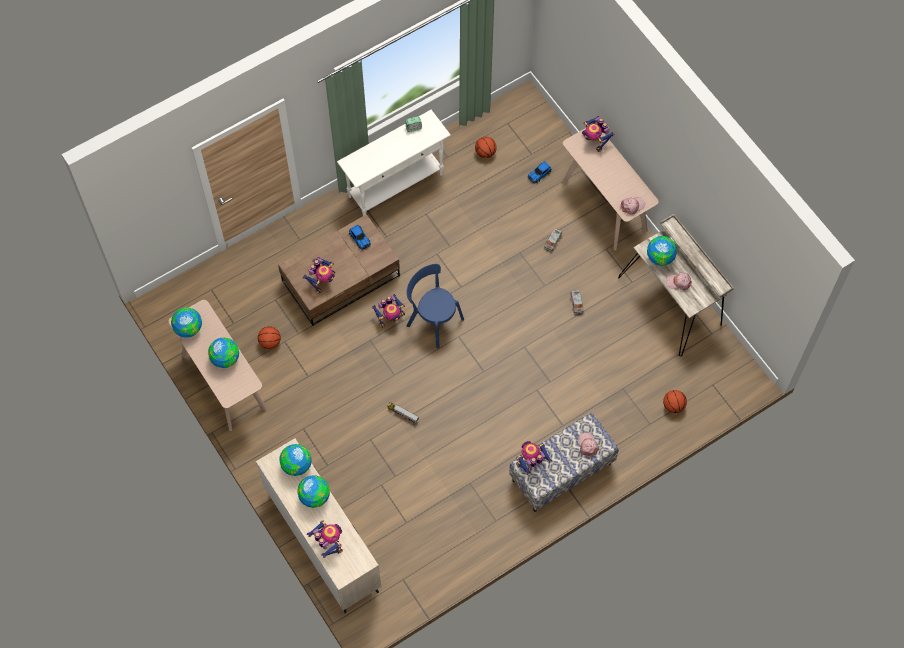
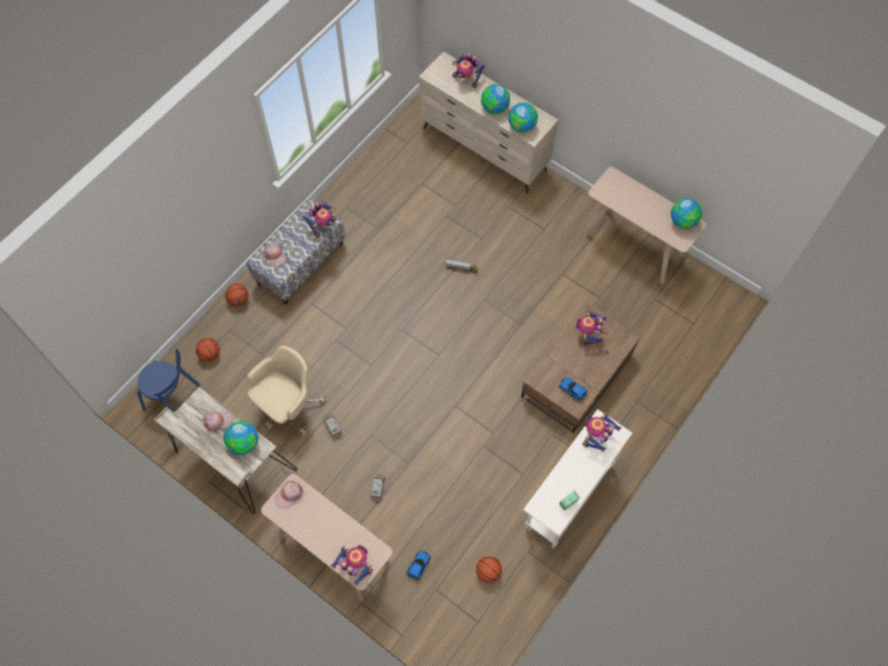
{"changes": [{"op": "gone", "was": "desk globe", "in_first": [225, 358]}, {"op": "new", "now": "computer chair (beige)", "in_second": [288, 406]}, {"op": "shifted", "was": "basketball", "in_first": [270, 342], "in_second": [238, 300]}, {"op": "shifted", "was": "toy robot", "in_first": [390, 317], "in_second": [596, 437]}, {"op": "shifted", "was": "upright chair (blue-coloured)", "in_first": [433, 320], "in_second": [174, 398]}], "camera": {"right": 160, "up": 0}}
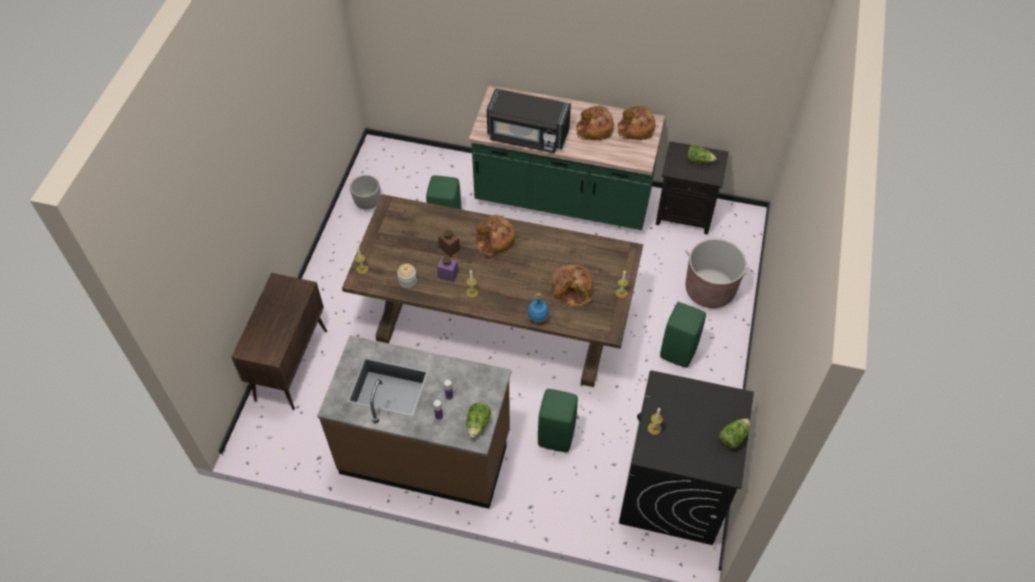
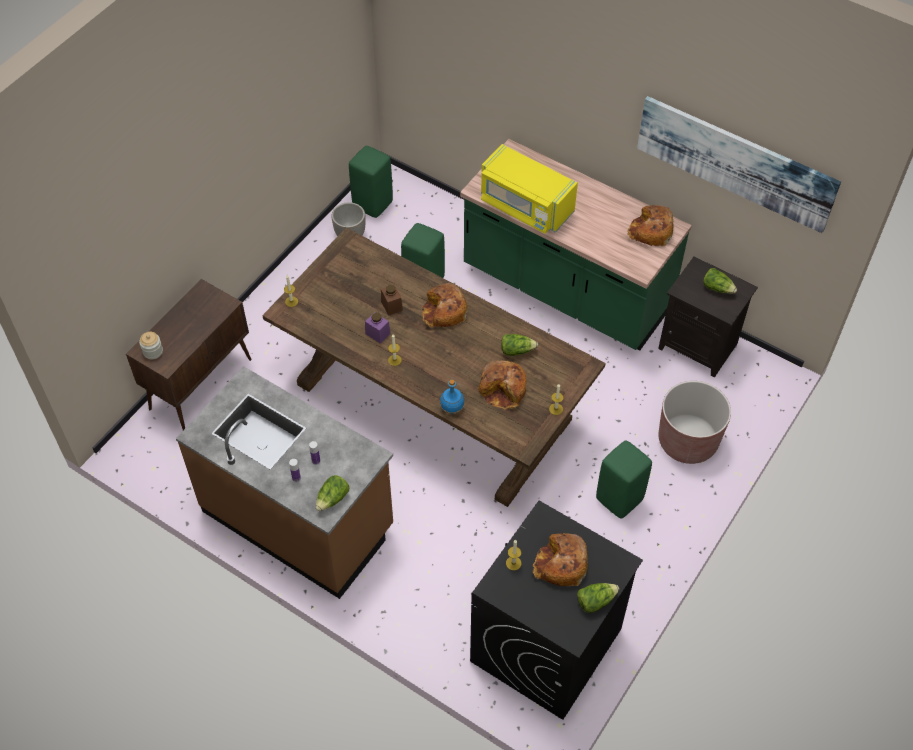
{"changes": [{"op": "new", "now": "lettuce", "in_second": [517, 350]}, {"op": "new", "now": "wall art", "in_second": [735, 162]}, {"op": "shifted", "was": "jar", "in_first": [407, 281], "in_second": [153, 351]}, {"op": "shifted", "was": "stool seat (green-coloured)", "in_first": [555, 437], "in_second": [372, 204]}, {"op": "shifted", "was": "bakery bread", "in_first": [594, 129], "in_second": [560, 564]}, {"op": "repainted", "was": "microwave (black-coloured)", "now": "microwave (yellow)", "in_first": [527, 135], "in_second": [525, 206]}], "camera": {"right": 20, "up": 0}}
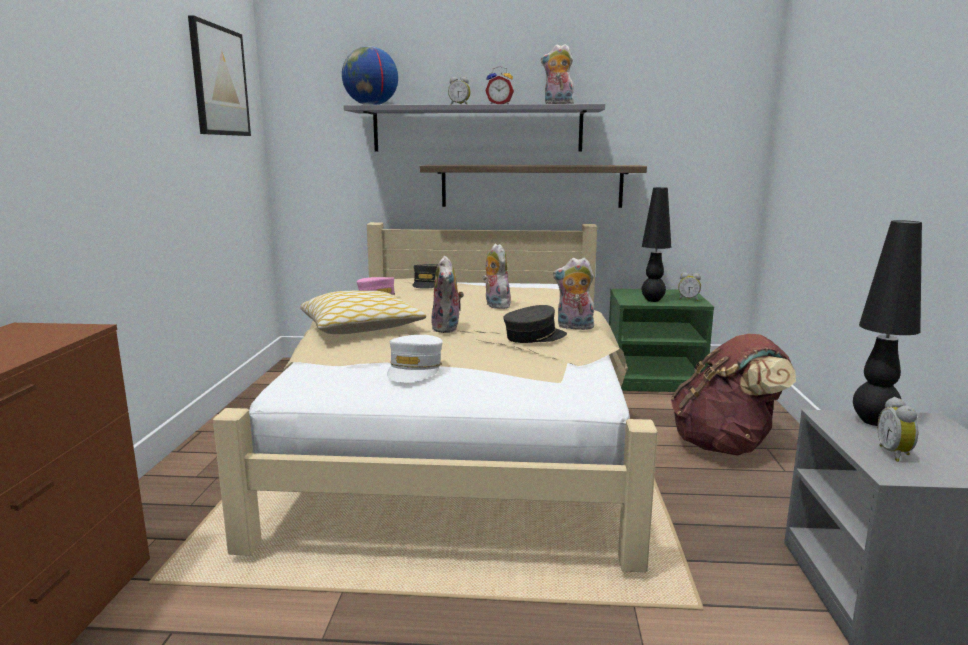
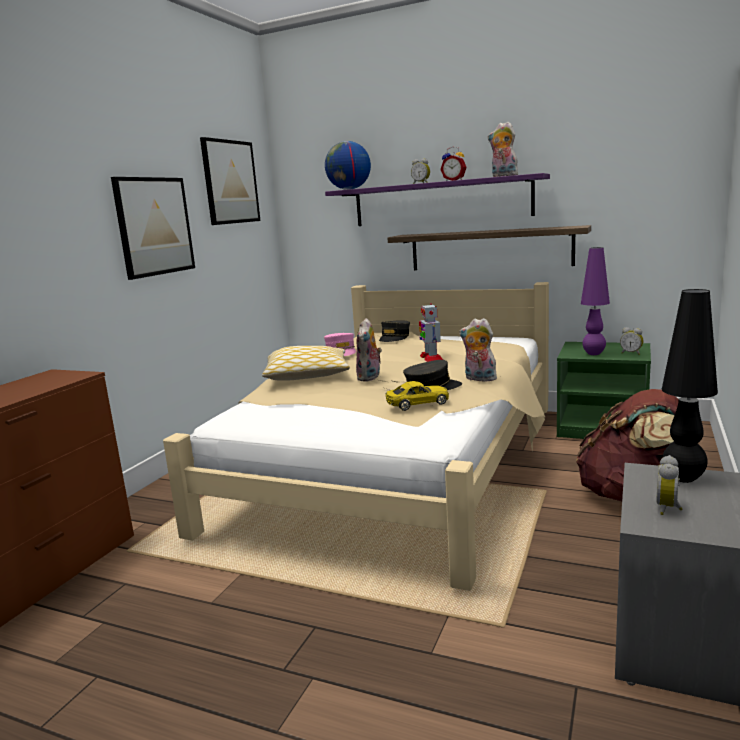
{"changes": [{"op": "gone", "was": "cap (whitish)", "in_first": [414, 369]}, {"op": "new", "now": "wall art", "in_second": [154, 226]}, {"op": "new", "now": "toy car (yellow)", "in_second": [417, 403]}, {"op": "swapped", "was": "cuddly toy", "now": "toy robot", "in_first": [495, 305], "in_second": [431, 358]}, {"op": "repainted", "was": "shelf (grey)", "now": "shelf (purplish)", "in_first": [477, 129], "in_second": [441, 202]}, {"op": "repainted", "was": "lamp for a table (black-coloured)", "now": "lamp for a table (purplish)", "in_first": [652, 300], "in_second": [593, 354]}], "camera": {"right": 20, "up": 0}}
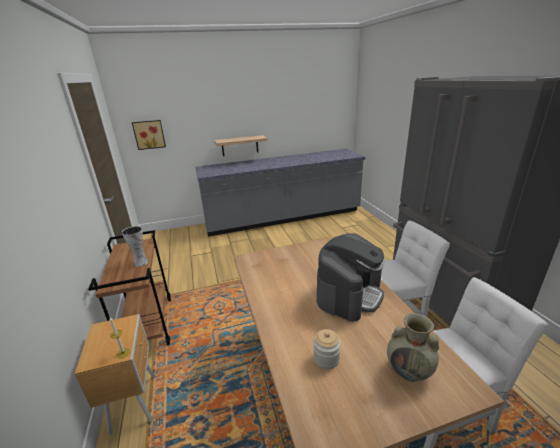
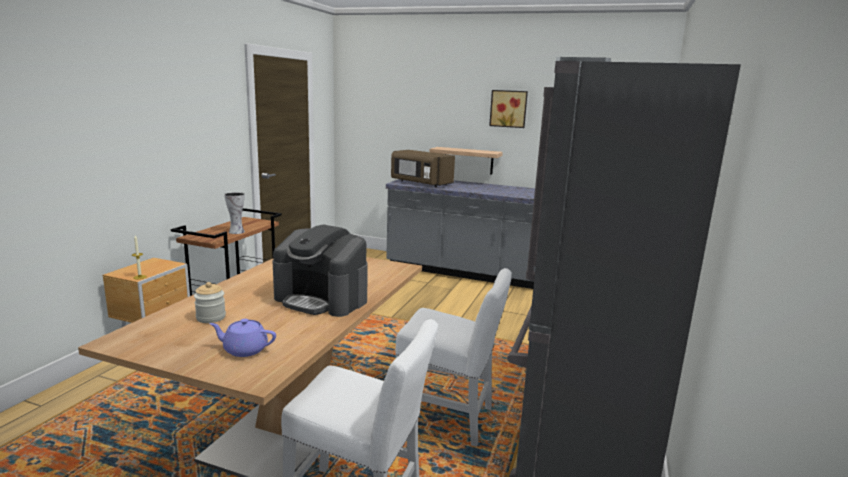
{"changes": [{"op": "new", "now": "microwave (brown)", "in_second": [420, 183]}, {"op": "shifted", "was": "wall art", "in_first": [149, 134], "in_second": [508, 108]}, {"op": "swapped", "was": "flower vase (beige)", "now": "tea pot (purplish)", "in_first": [409, 371], "in_second": [244, 350]}, {"op": "rotated", "was": "coffee maker", "in_first": [349, 294], "in_second": [322, 299], "clockwise": 45}], "camera": {"right": 35, "up": -10}}
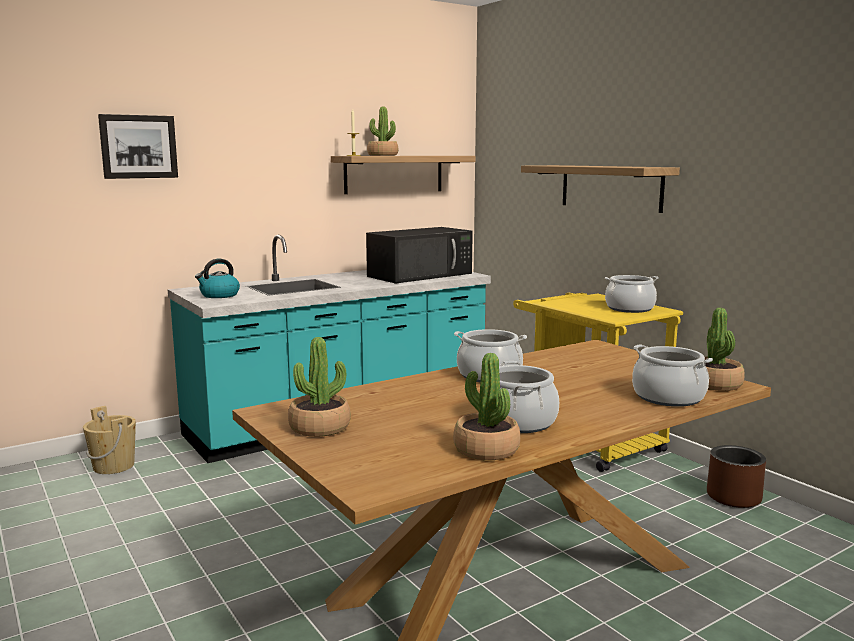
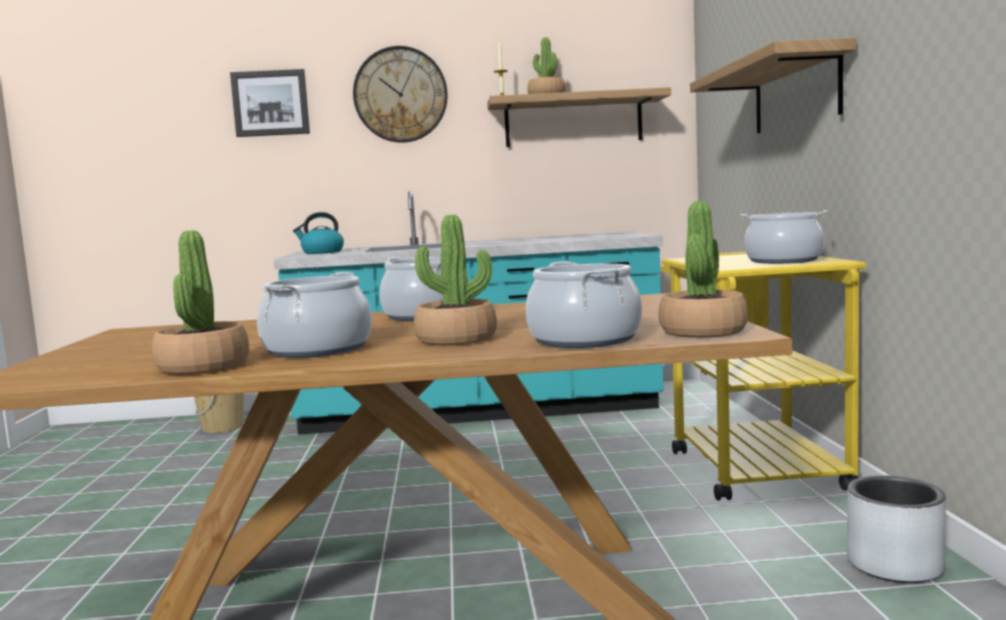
{"changes": [{"op": "gone", "was": "microwave (black-coloured)", "in_first": [421, 274]}, {"op": "new", "now": "hanging clock", "in_second": [400, 95]}, {"op": "shifted", "was": "houseplant", "in_first": [319, 427], "in_second": [456, 339]}, {"op": "repainted", "was": "flower pot (brown)", "now": "flower pot (grey)", "in_first": [733, 497], "in_second": [895, 565]}], "camera": {"right": 30, "up": -5}}
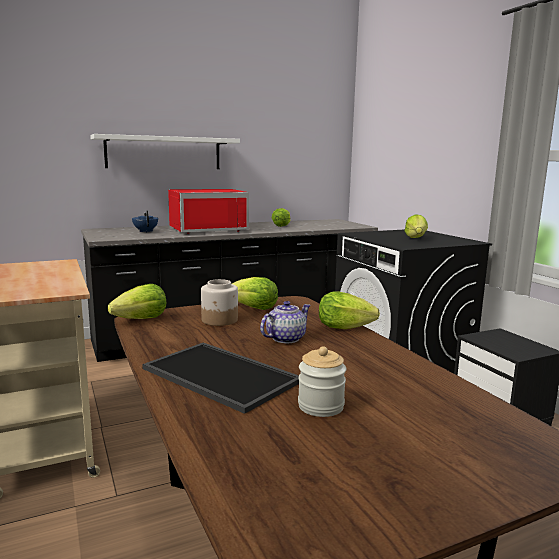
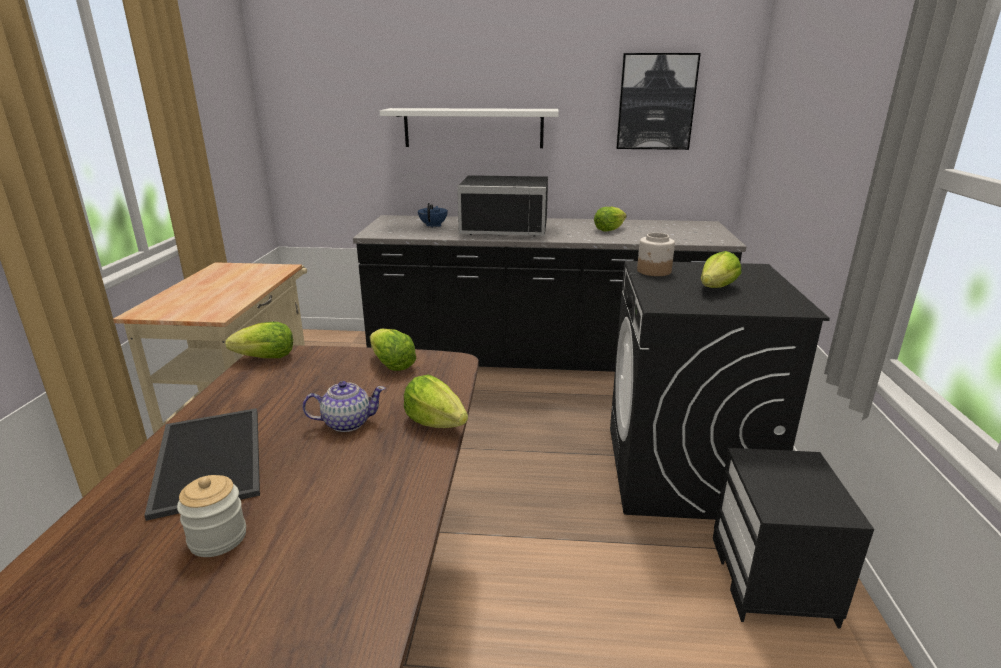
{"changes": [{"op": "new", "now": "wall art", "in_second": [656, 102]}, {"op": "shifted", "was": "jar", "in_first": [220, 320], "in_second": [654, 271]}, {"op": "repainted", "was": "microwave (red)", "now": "microwave (black-coloured)", "in_first": [207, 229], "in_second": [505, 228]}], "camera": {"right": 30, "up": 10}}
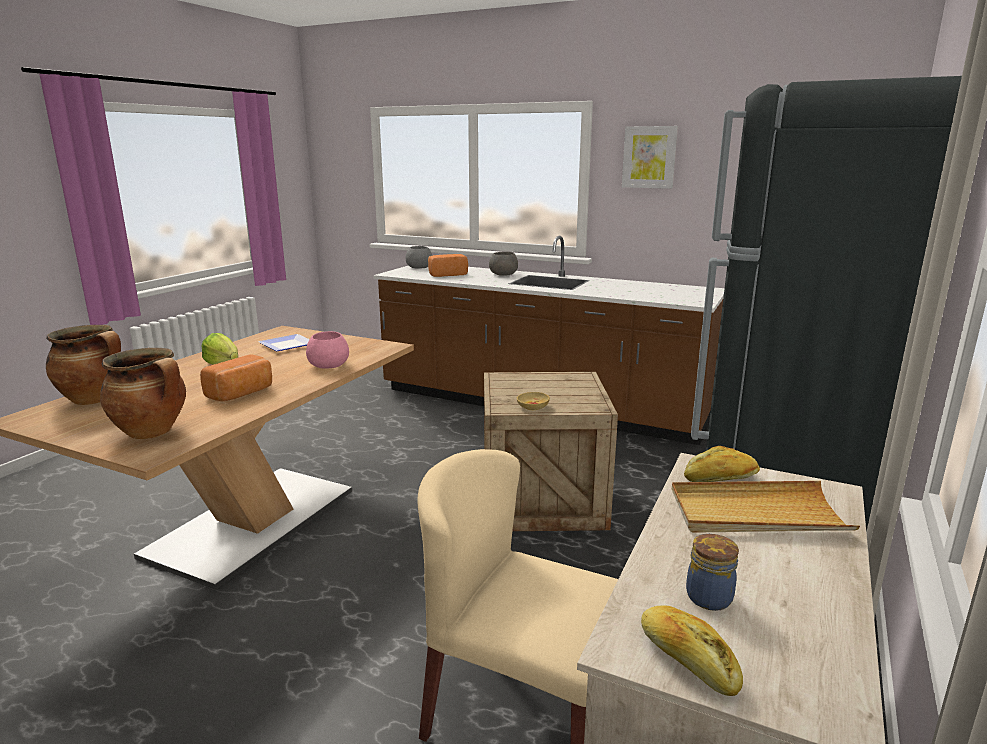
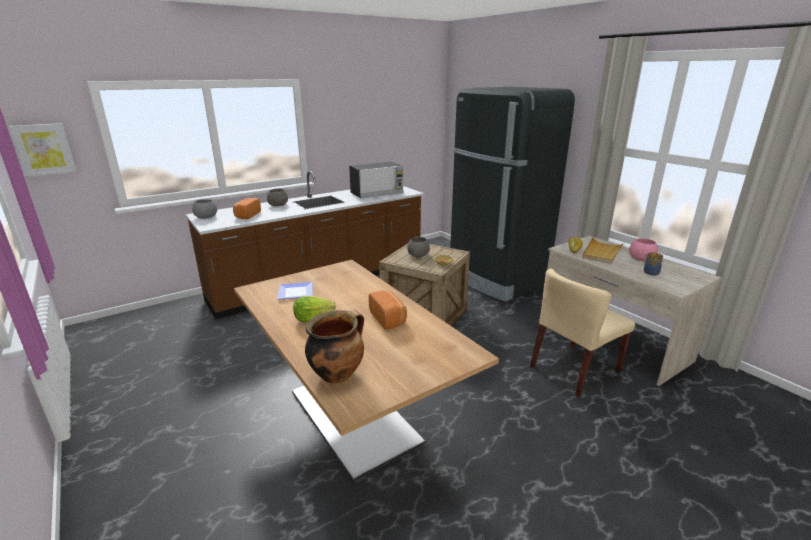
{"changes": [{"op": "gone", "was": "cooking pot", "in_first": [153, 432]}, {"op": "gone", "was": "bakery bread", "in_first": [687, 660]}, {"op": "new", "now": "microwave", "in_second": [377, 193]}, {"op": "new", "now": "deep dish (grey)", "in_second": [418, 255]}, {"op": "shifted", "was": "deep dish (pink)", "in_first": [328, 365], "in_second": [640, 258]}, {"op": "shifted", "was": "wall art", "in_first": [649, 157], "in_second": [44, 149]}], "camera": {"right": -60, "up": 5}}
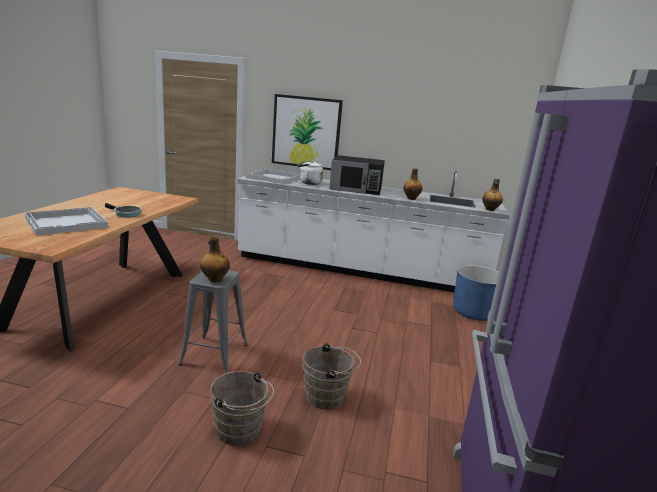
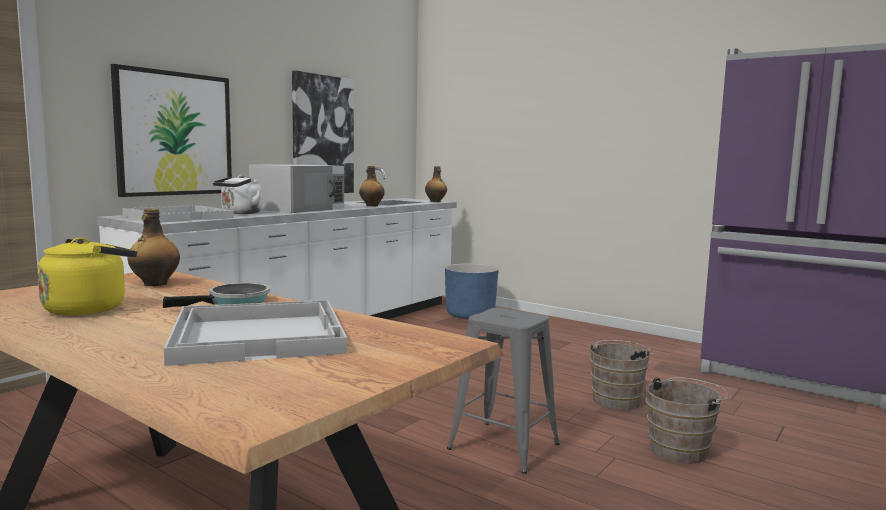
{"changes": [{"op": "new", "now": "tea kettle (yellow)", "in_second": [90, 308]}, {"op": "new", "now": "wall art", "in_second": [322, 135]}, {"op": "shifted", "was": "bottle", "in_first": [214, 279], "in_second": [154, 284]}, {"op": "repainted", "was": "microwave (black-coloured)", "now": "microwave (whitish)", "in_first": [356, 188], "in_second": [299, 208]}], "camera": {"right": -65, "up": -10}}
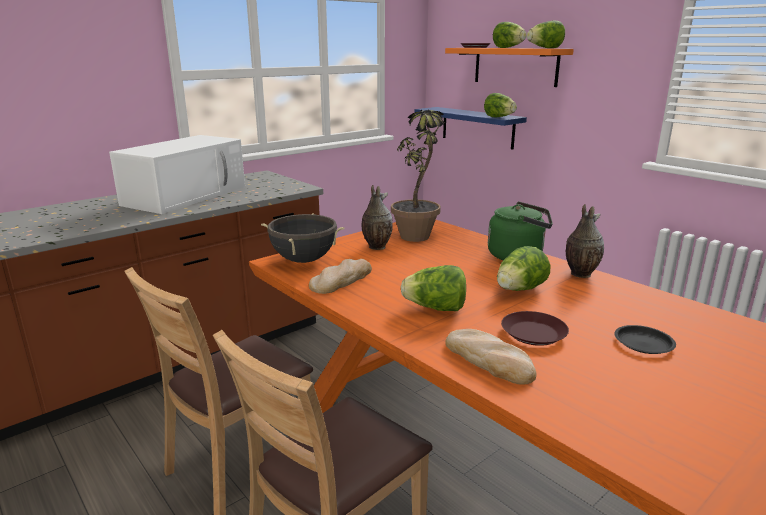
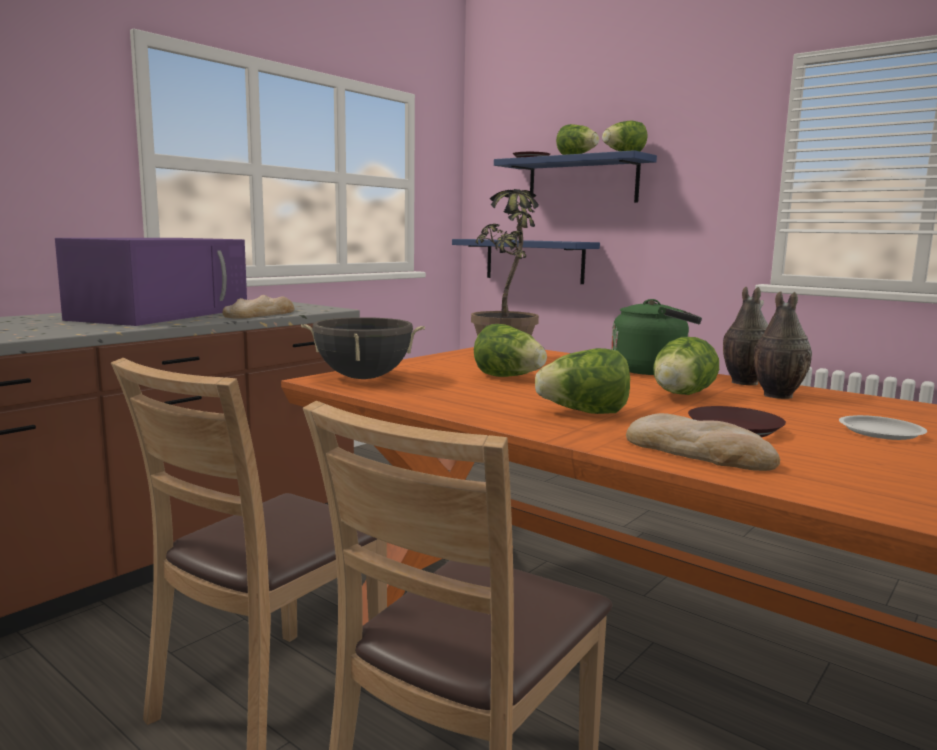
{"changes": [{"op": "shifted", "was": "bakery bread", "in_first": [341, 280], "in_second": [260, 314]}, {"op": "shifted", "was": "flower vase", "in_first": [376, 247], "in_second": [775, 395]}, {"op": "shifted", "was": "lettuce", "in_first": [499, 117], "in_second": [508, 377]}, {"op": "repainted", "was": "microwave (whitish)", "now": "microwave (purplish)", "in_first": [186, 195], "in_second": [164, 313]}, {"op": "repainted", "was": "shelf (orange-coloured)", "now": "shelf (blue-coloured)", "in_first": [515, 66], "in_second": [582, 181]}, {"op": "repainted", "was": "plate (black-coloured)", "now": "plate (whitish)", "in_first": [643, 343], "in_second": [880, 432]}], "camera": {"right": -10, "up": -10}}
